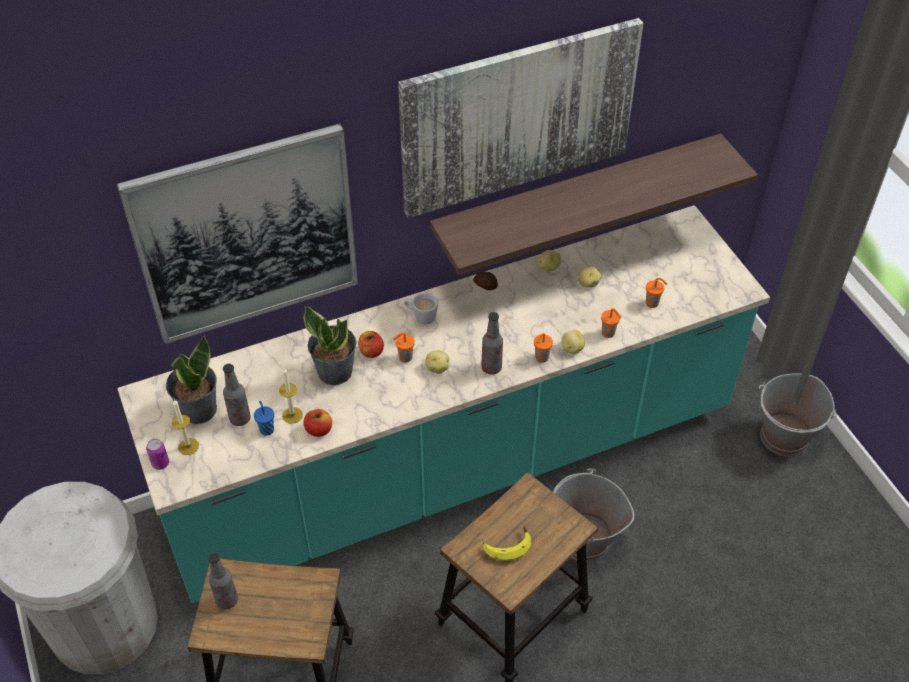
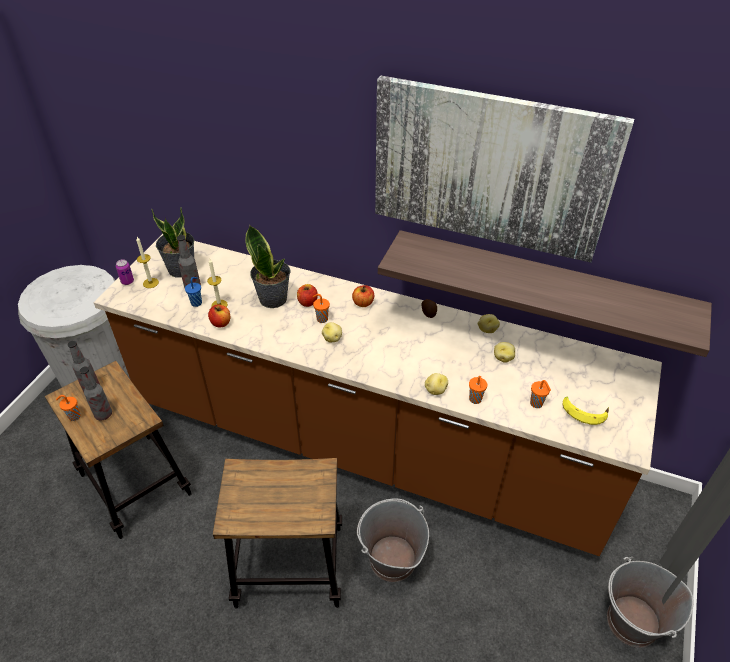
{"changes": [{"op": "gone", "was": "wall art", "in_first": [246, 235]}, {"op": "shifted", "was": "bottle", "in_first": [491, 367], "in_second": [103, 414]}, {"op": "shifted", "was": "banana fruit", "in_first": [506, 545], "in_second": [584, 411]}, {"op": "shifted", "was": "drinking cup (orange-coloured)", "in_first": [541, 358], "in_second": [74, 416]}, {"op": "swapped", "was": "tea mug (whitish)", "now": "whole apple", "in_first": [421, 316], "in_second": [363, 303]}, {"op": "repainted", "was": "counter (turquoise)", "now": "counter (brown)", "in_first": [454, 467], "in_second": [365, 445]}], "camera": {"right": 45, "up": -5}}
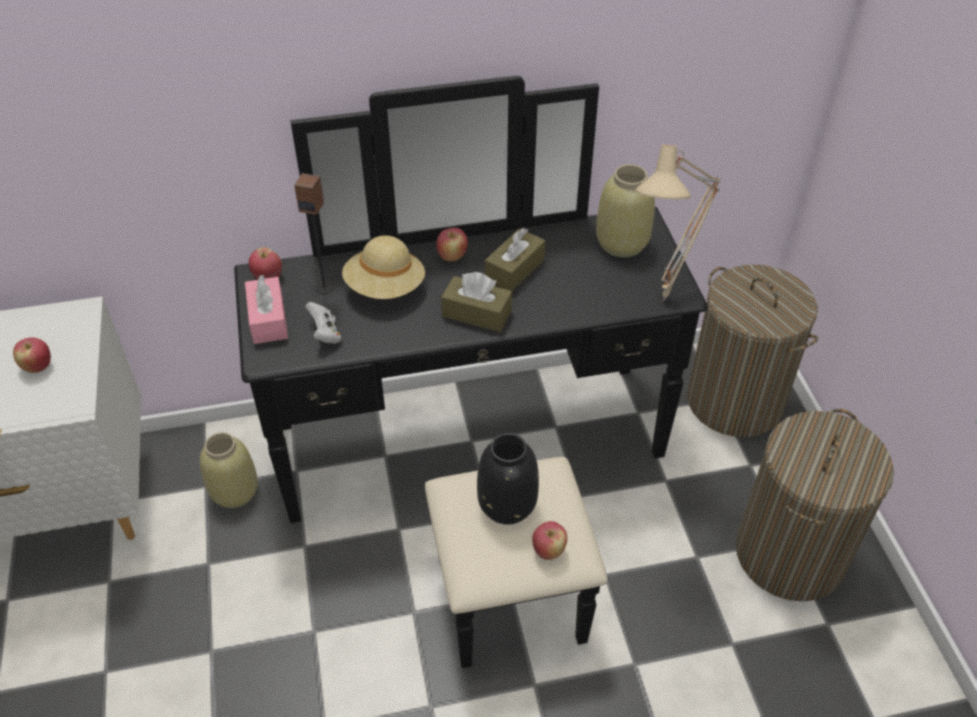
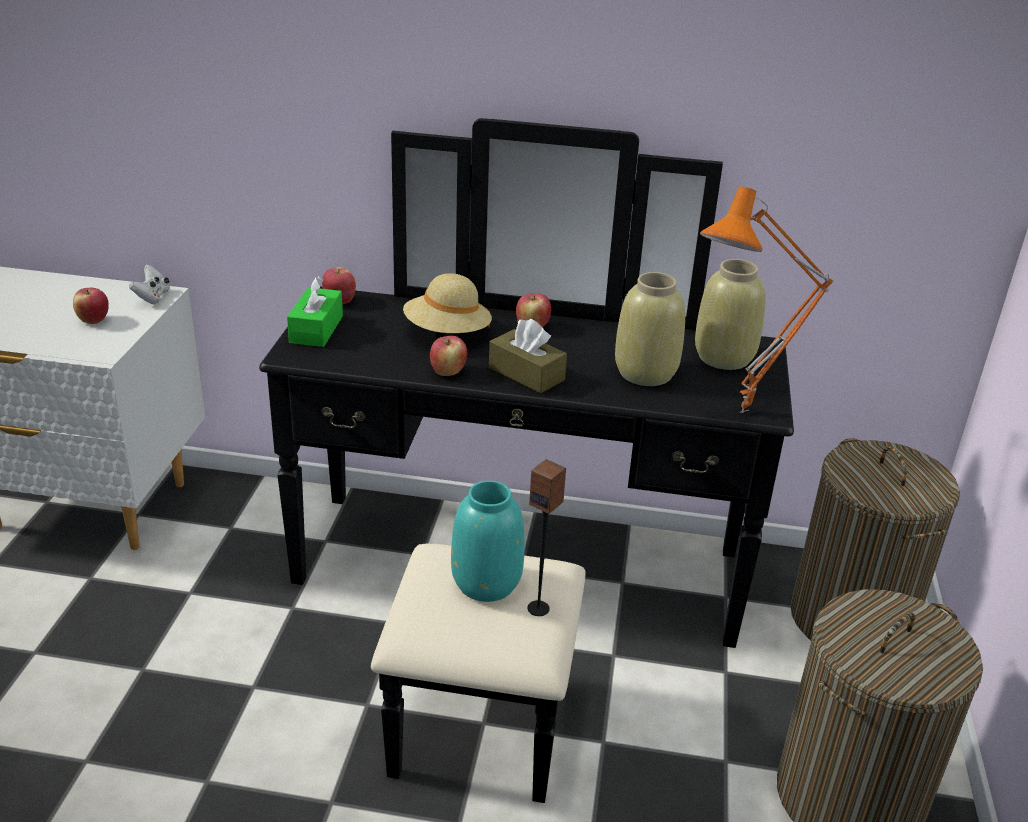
{"changes": [{"op": "gone", "was": "box of tissues (brown)", "in_first": [514, 269]}, {"op": "shifted", "was": "flower vase (beige)", "in_first": [234, 492], "in_second": [644, 373]}, {"op": "shifted", "was": "loudspeaker", "in_first": [324, 288], "in_second": [538, 608]}, {"op": "shifted", "was": "gamepad (whitish)", "in_first": [325, 333], "in_second": [152, 297]}, {"op": "shifted", "was": "whole apple", "in_first": [548, 550], "in_second": [448, 372]}, {"op": "repainted", "was": "box of tissues (pink)", "now": "box of tissues (green-coloured)", "in_first": [268, 319], "in_second": [316, 329]}, {"op": "repainted", "was": "flower vase (black-coloured)", "now": "flower vase (turquoise)", "in_first": [507, 504], "in_second": [487, 582]}, {"op": "repainted", "was": "lamp for a table (beige)", "now": "lamp for a table (orange-coloured)", "in_first": [668, 301], "in_second": [747, 414]}], "camera": {"right": 20, "up": -15}}
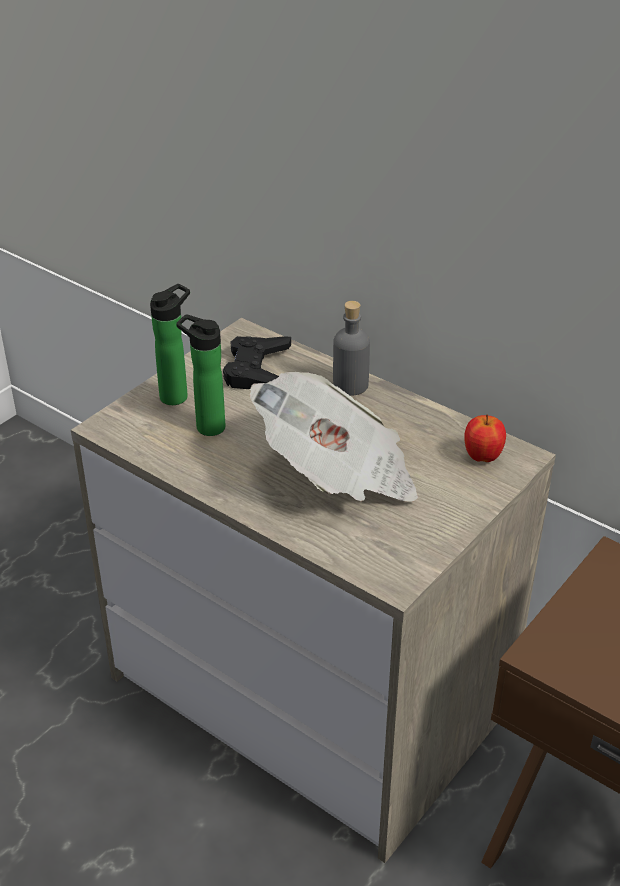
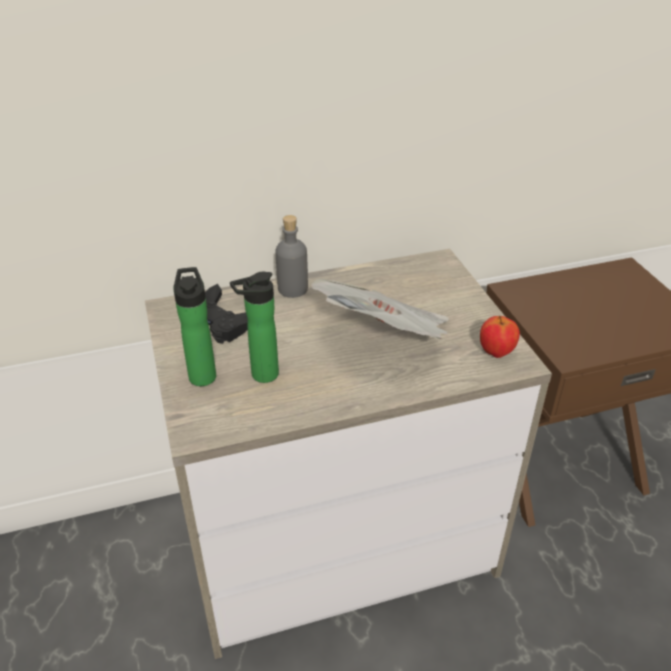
{"changes": [{"op": "shifted", "was": "whole apple", "in_first": [482, 457], "in_second": [496, 352]}], "camera": {"right": -55, "up": 0}}
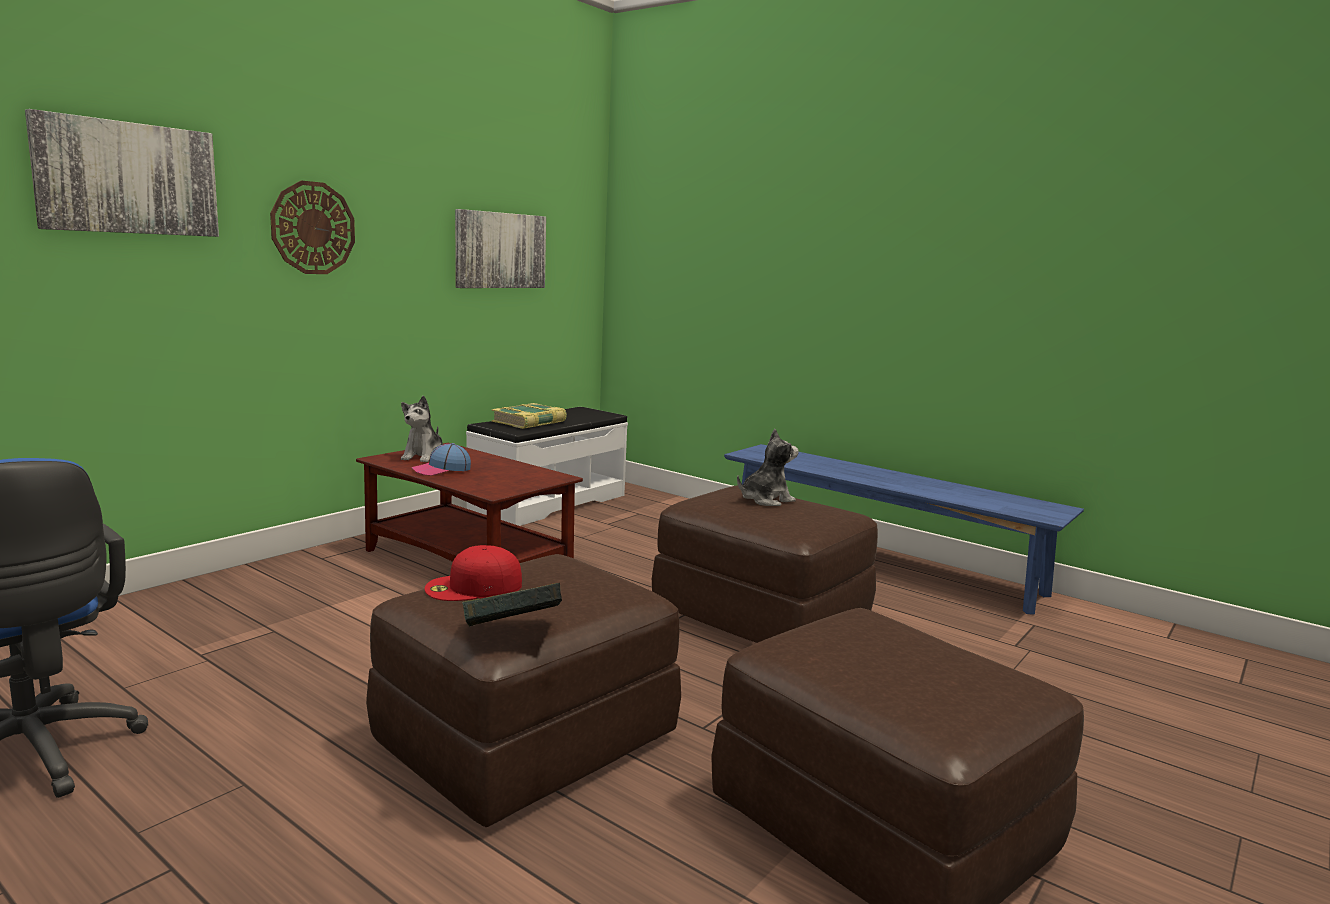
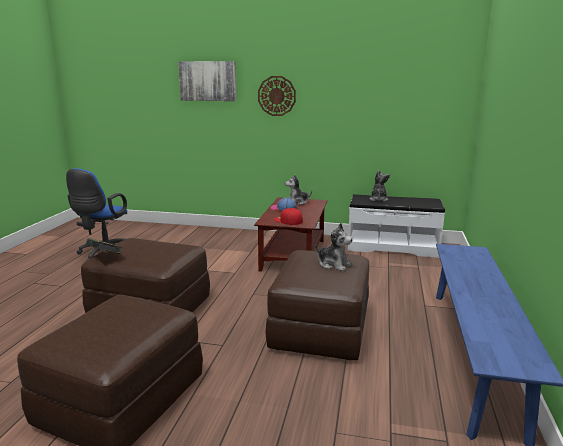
{"changes": [{"op": "gone", "was": "wall art", "in_first": [500, 250]}, {"op": "shifted", "was": "cap (red)", "in_first": [473, 587], "in_second": [288, 220]}, {"op": "swapped", "was": "volume", "now": "cuddly toy", "in_first": [529, 422], "in_second": [378, 199]}], "camera": {"right": 65, "up": 5}}
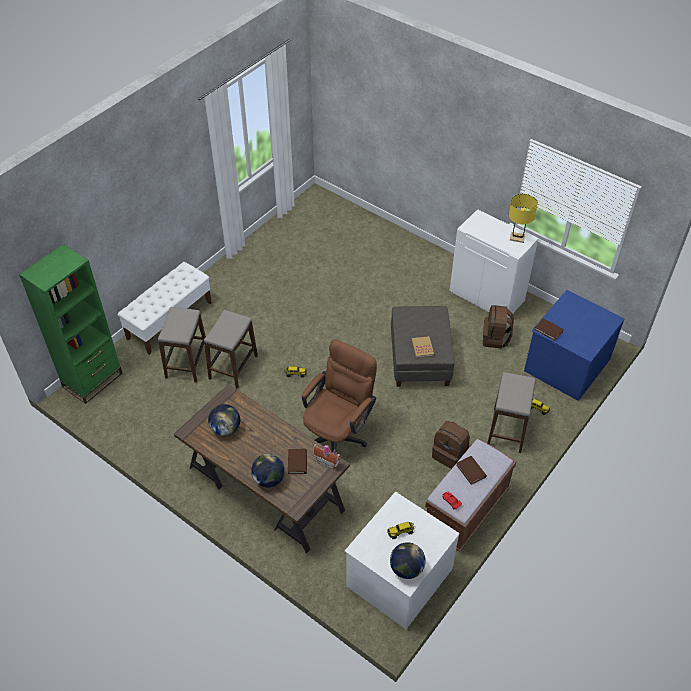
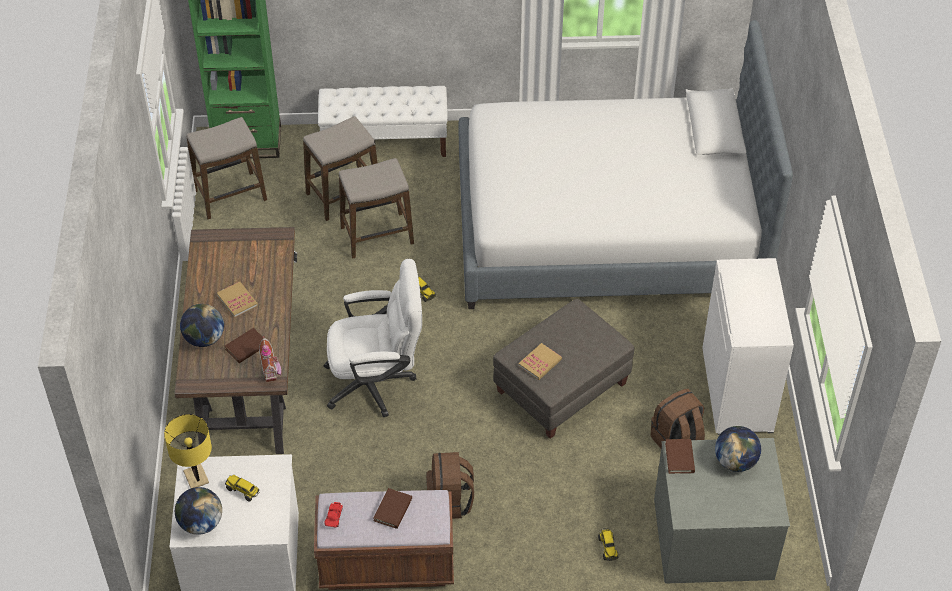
{"changes": [{"op": "new", "now": "volume", "in_second": [237, 300]}, {"op": "new", "now": "sleeping bed", "in_second": [608, 227]}, {"op": "shifted", "was": "desk globe", "in_first": [225, 429], "in_second": [735, 461]}, {"op": "shifted", "was": "stool seat", "in_first": [507, 430], "in_second": [230, 196]}, {"op": "shifted", "was": "lamp for a table (yellow)", "in_first": [517, 237], "in_second": [196, 477]}, {"op": "repainted", "was": "computer chair (brown)", "now": "computer chair (whitish)", "in_first": [338, 434], "in_second": [377, 382]}, {"op": "repainted", "was": "drawer chest (blue-coloured)", "now": "drawer chest (grey)", "in_first": [566, 364], "in_second": [713, 536]}], "camera": {"right": 50, "up": 0}}
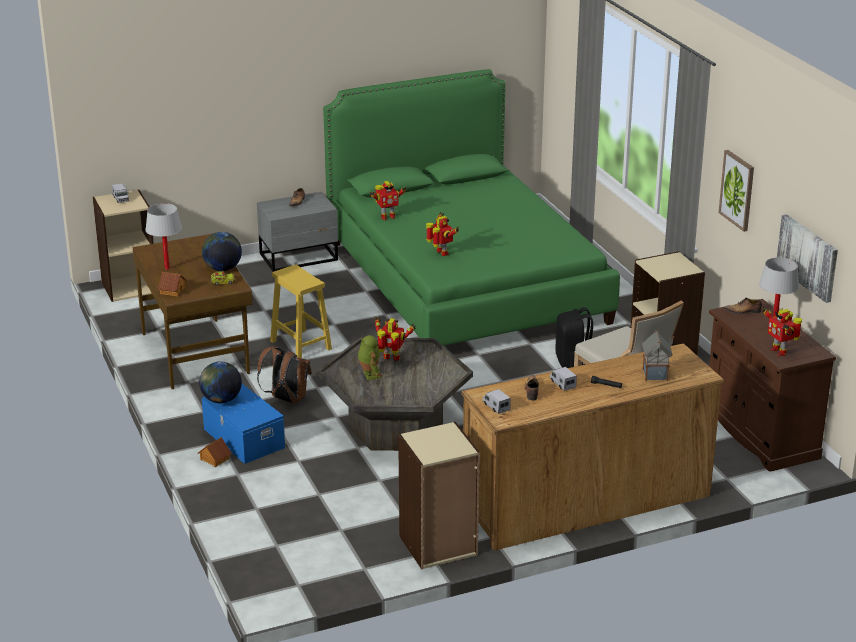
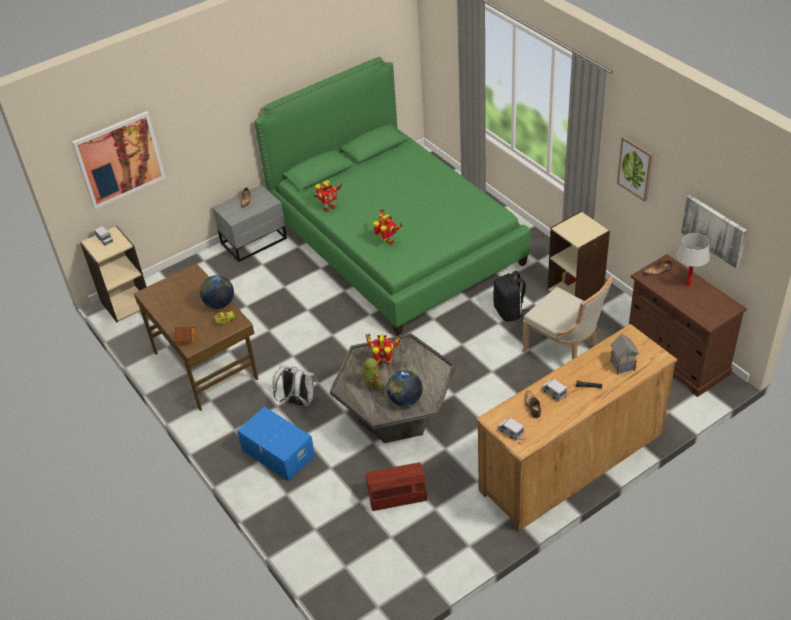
{"changes": [{"op": "gone", "was": "lamp for a table (whitish)", "in_first": [167, 268]}, {"op": "gone", "was": "toy house", "in_first": [214, 459]}, {"op": "gone", "was": "stool seat (yellow)", "in_first": [301, 345]}, {"op": "gone", "was": "bookshelf (beige)", "in_first": [438, 546]}, {"op": "gone", "was": "toy robot", "in_first": [779, 351]}, {"op": "new", "now": "wall art", "in_second": [119, 159]}, {"op": "new", "now": "storage container (brown)", "in_second": [396, 495]}, {"op": "shifted", "was": "desk globe", "in_first": [221, 400], "in_second": [405, 400]}, {"op": "repainted", "was": "knapsack (brown)", "now": "knapsack (whitish)", "in_first": [286, 399], "in_second": [298, 401]}], "camera": {"right": -10, "up": 15}}
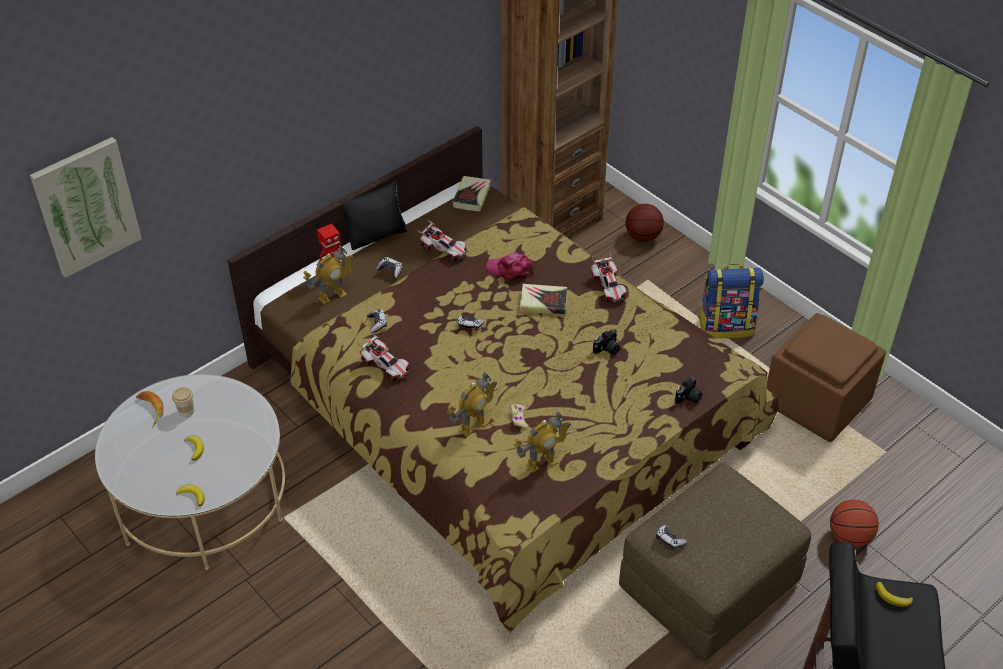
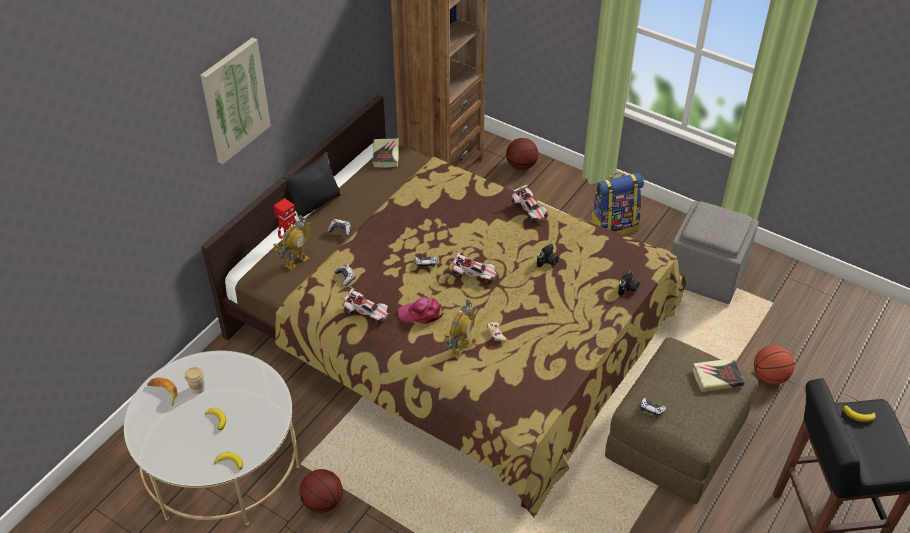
{"changes": [{"op": "gone", "was": "toy robot", "in_first": [541, 463]}, {"op": "new", "now": "basketball", "in_second": [322, 502]}, {"op": "shifted", "was": "wall art", "in_first": [86, 206], "in_second": [234, 100]}, {"op": "shifted", "was": "toy car", "in_first": [443, 249], "in_second": [473, 274]}, {"op": "shifted", "was": "cap (pink)", "in_first": [510, 270], "in_second": [421, 314]}, {"op": "shifted", "was": "volume", "in_first": [543, 302], "in_second": [717, 377]}, {"op": "repainted", "was": "pouffe (brown)", "now": "pouffe (grey)", "in_first": [818, 402], "in_second": [707, 273]}], "camera": {"right": -15, "up": 0}}
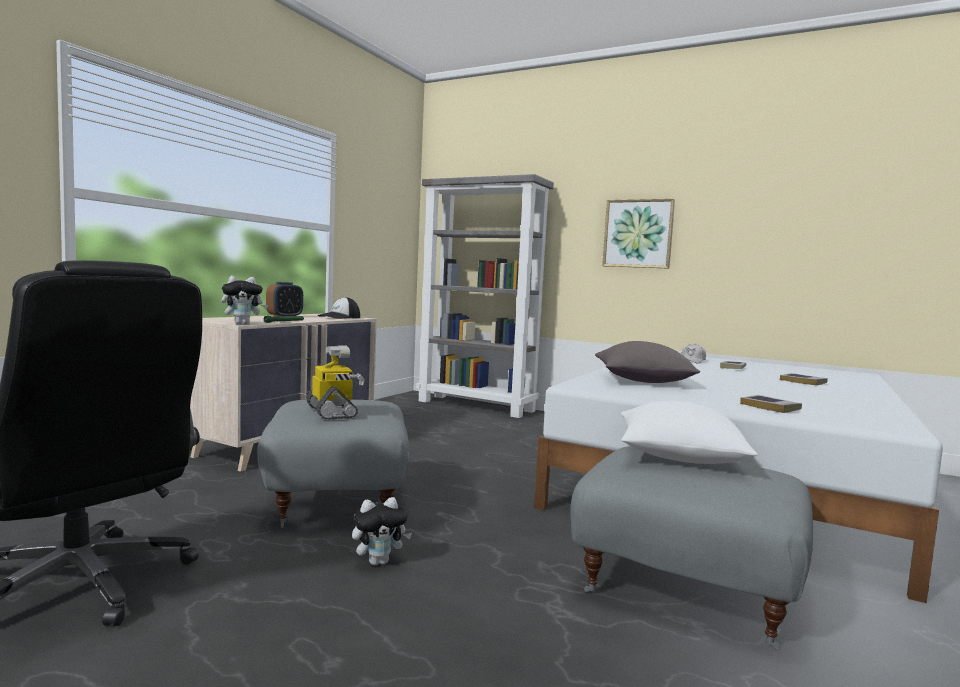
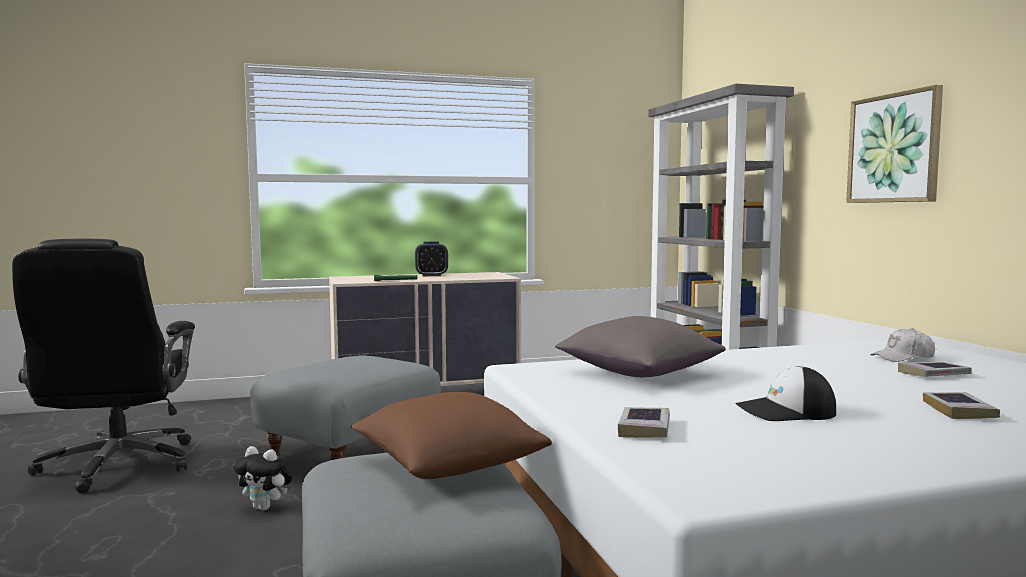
{"changes": [{"op": "gone", "was": "cuddly toy", "in_first": [243, 323]}, {"op": "gone", "was": "toy robot", "in_first": [332, 412]}, {"op": "shifted", "was": "cap", "in_first": [339, 317], "in_second": [785, 411]}, {"op": "repainted", "was": "throw pillow (whitish)", "now": "throw pillow (brown)", "in_first": [679, 457], "in_second": [448, 466]}], "camera": {"right": 45, "up": 0}}
